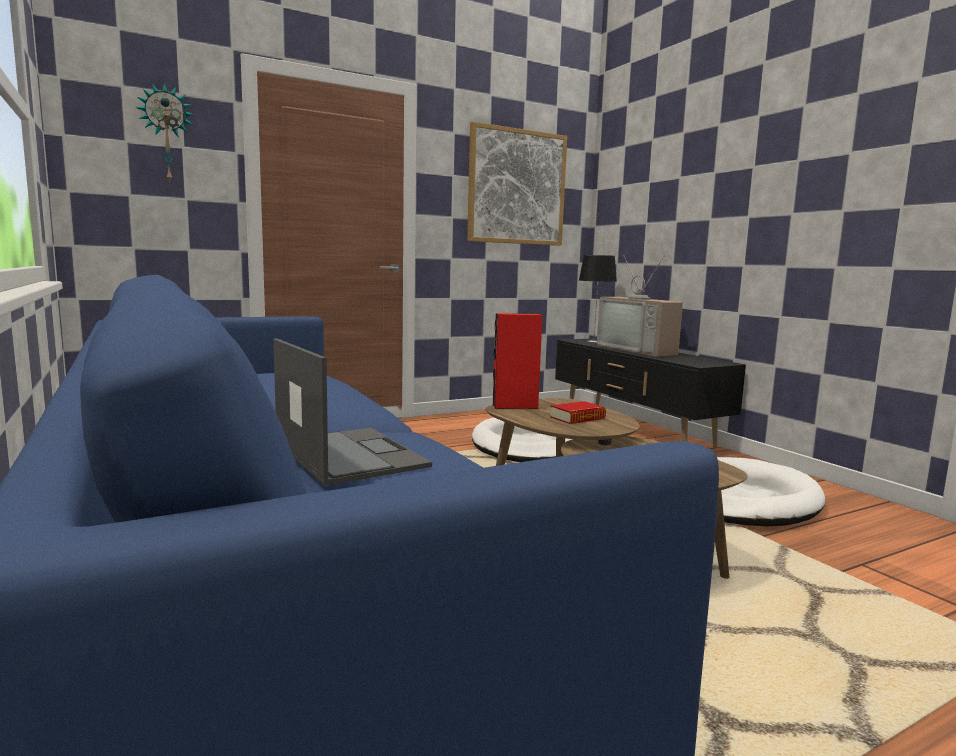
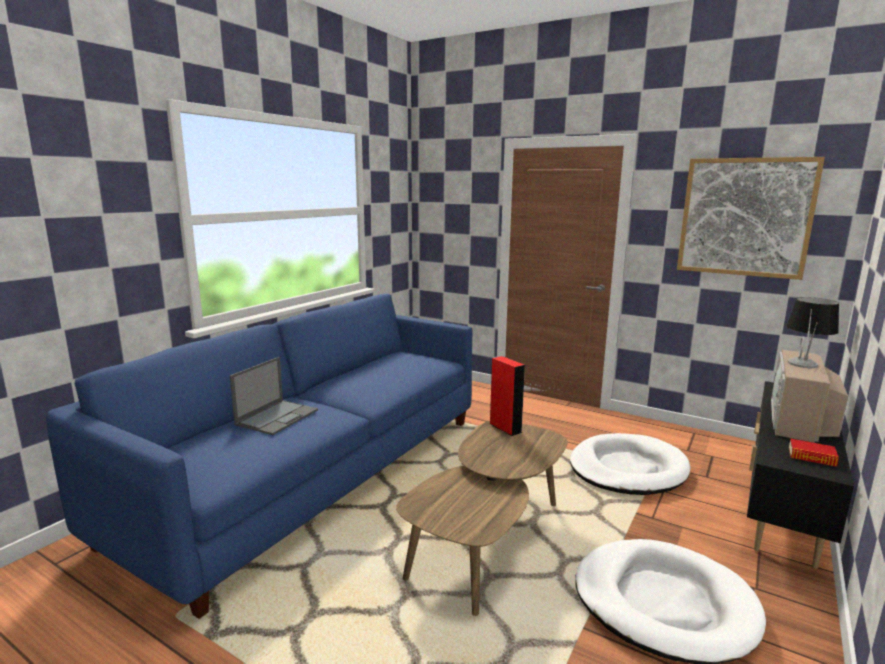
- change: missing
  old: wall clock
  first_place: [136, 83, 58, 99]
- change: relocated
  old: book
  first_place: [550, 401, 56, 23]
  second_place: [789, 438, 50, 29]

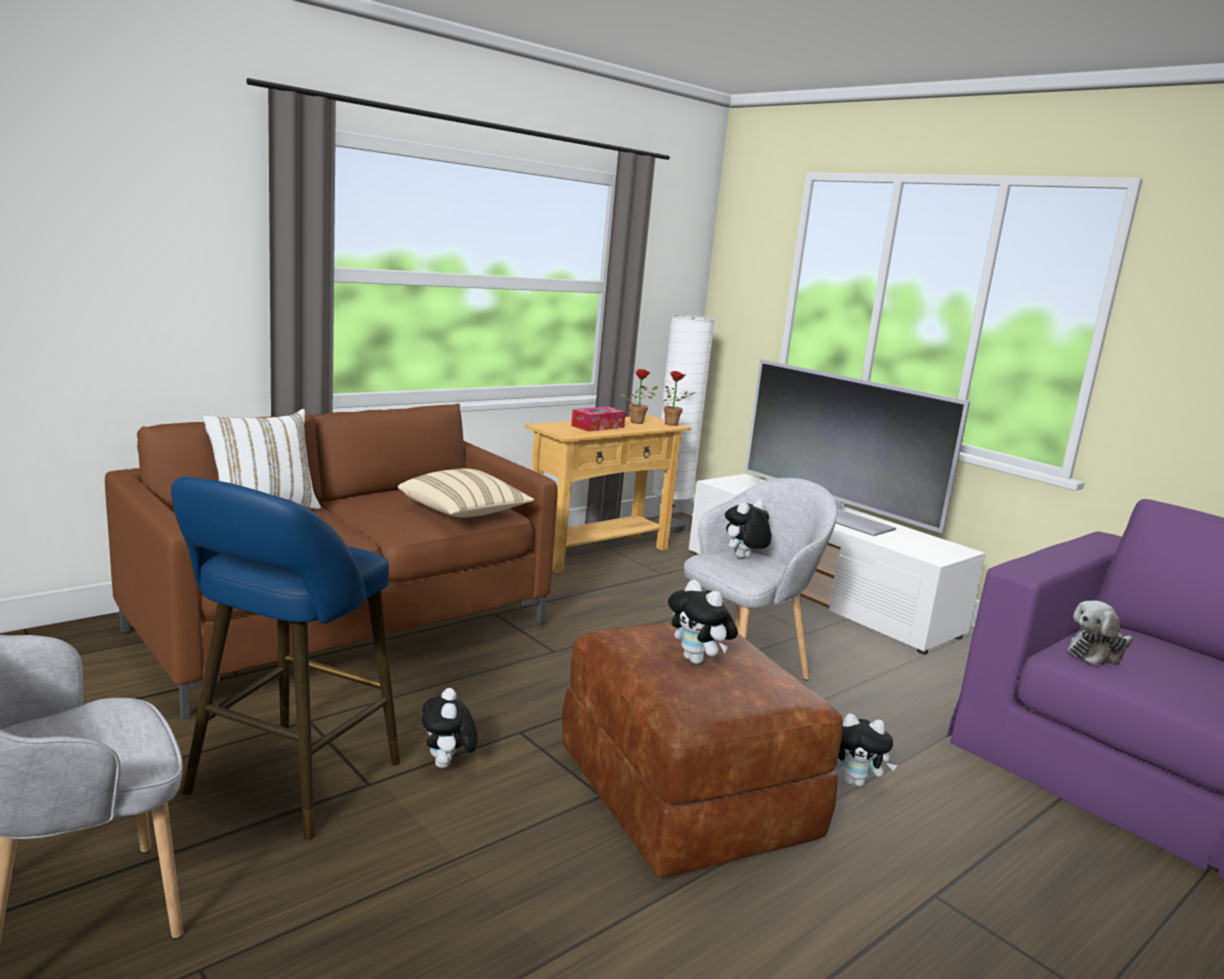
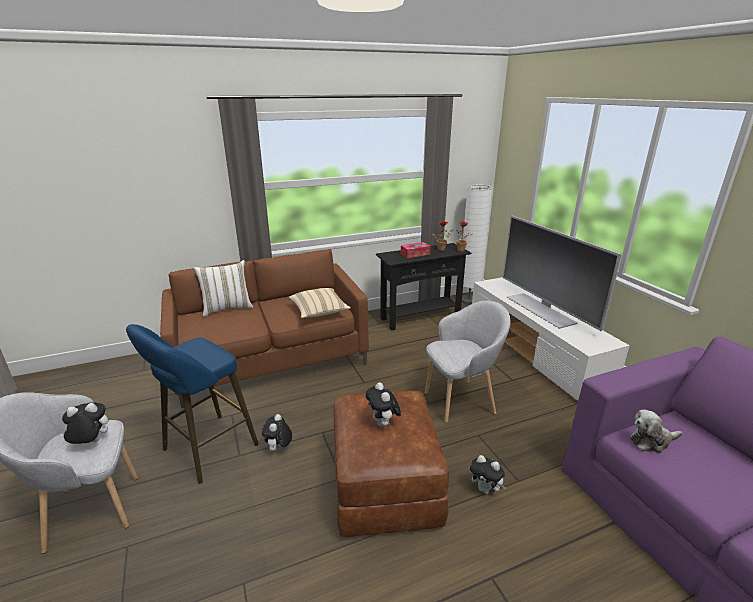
- change: relocated
  old: plush toy
  first_place: [724, 500, 48, 58]
  second_place: [61, 402, 47, 42]
- change: colour
  old: beige console table
  new: black console table
  first_place: [524, 415, 167, 158]
  second_place: [376, 243, 95, 88]

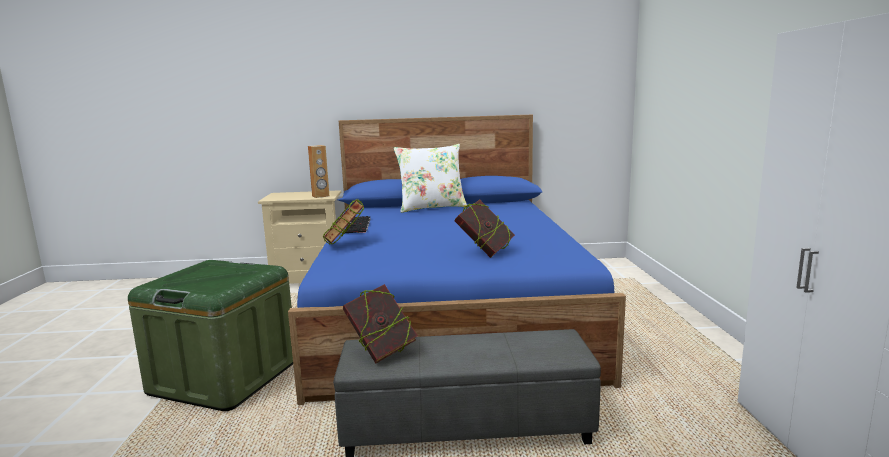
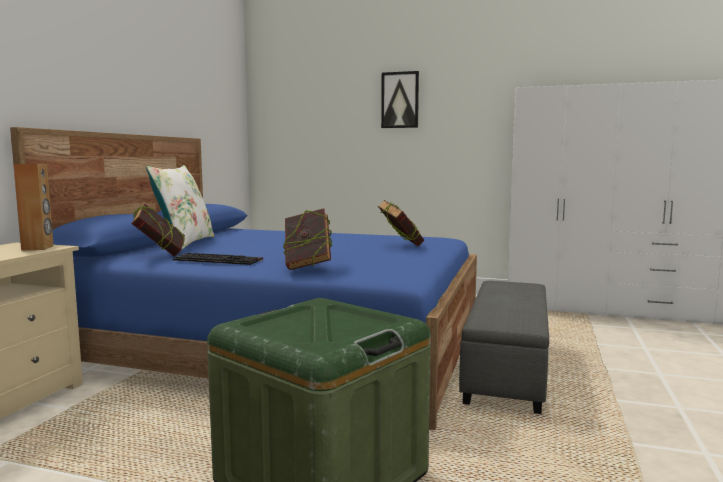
- change: appeared
  new: picture
  second_place: [381, 71, 38, 57]
- change: relocated
  old: book
  first_place: [343, 284, 75, 80]
  second_place: [132, 203, 53, 54]

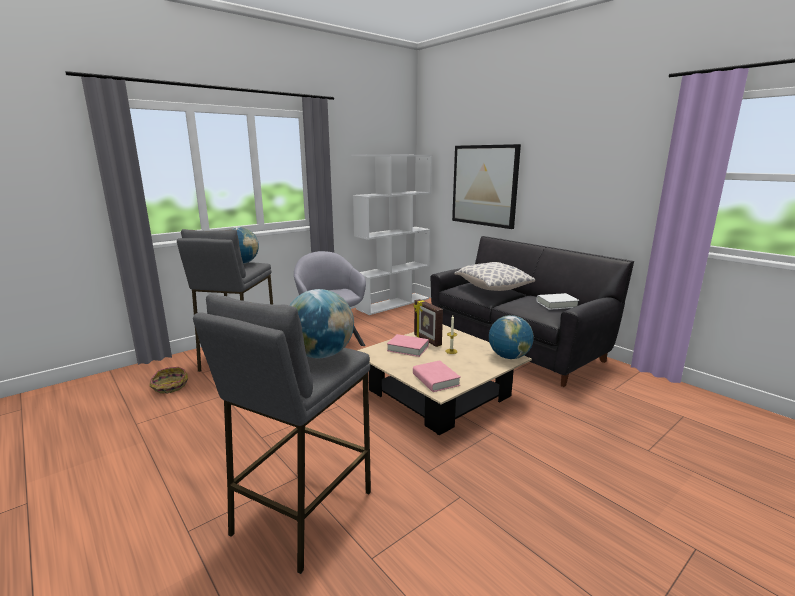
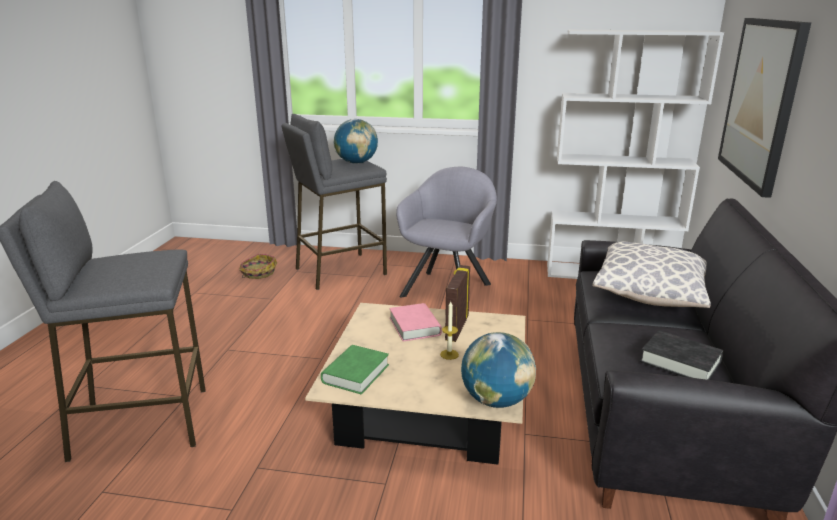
- change: missing
  old: globe
  first_place: [289, 289, 65, 69]
- change: colour
  old: pink book
  new: green book
  first_place: [413, 360, 48, 32]
  second_place: [321, 345, 68, 49]
- change: colour
  old: white book
  new: black book
  first_place: [537, 293, 42, 17]
  second_place: [640, 330, 84, 50]

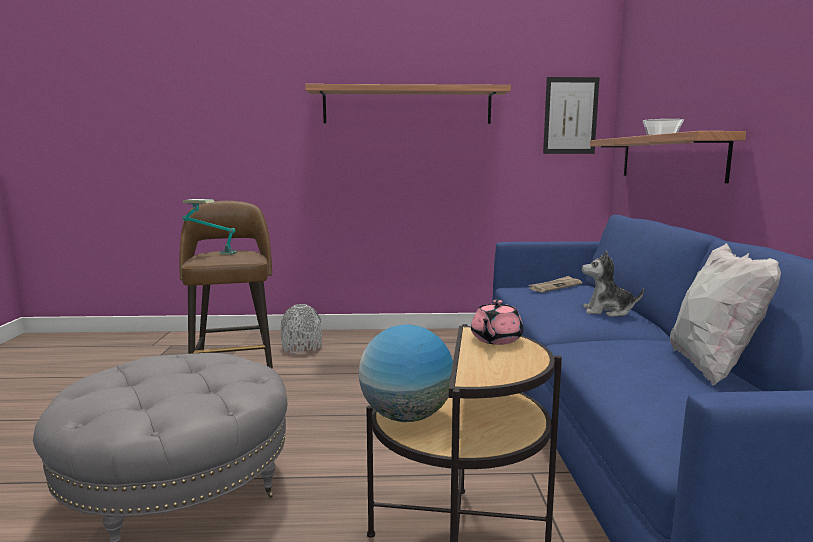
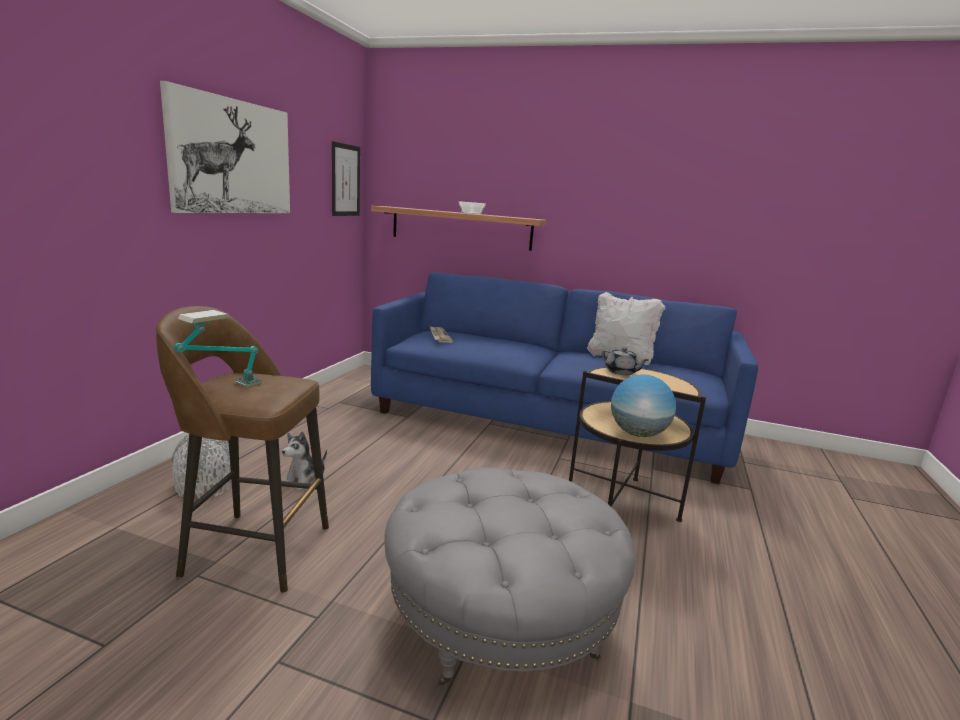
- change: relocated
  old: plush toy
  first_place: [582, 251, 62, 66]
  second_place: [282, 431, 45, 60]
- change: exchanged
  old: shelf
  new: picture
  first_place: [305, 84, 206, 40]
  second_place: [160, 81, 130, 132]
- change: colour
  old: pink teapot
  new: grey teapot
  first_place: [471, 300, 52, 45]
  second_place: [602, 347, 46, 28]

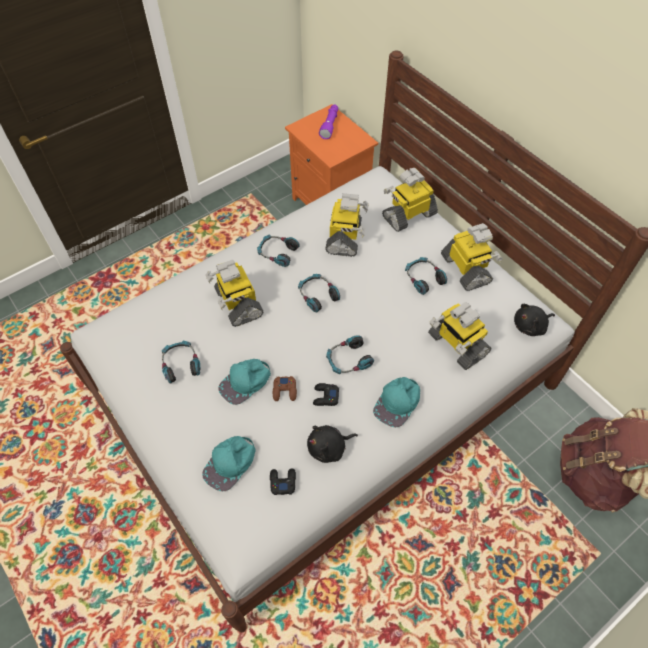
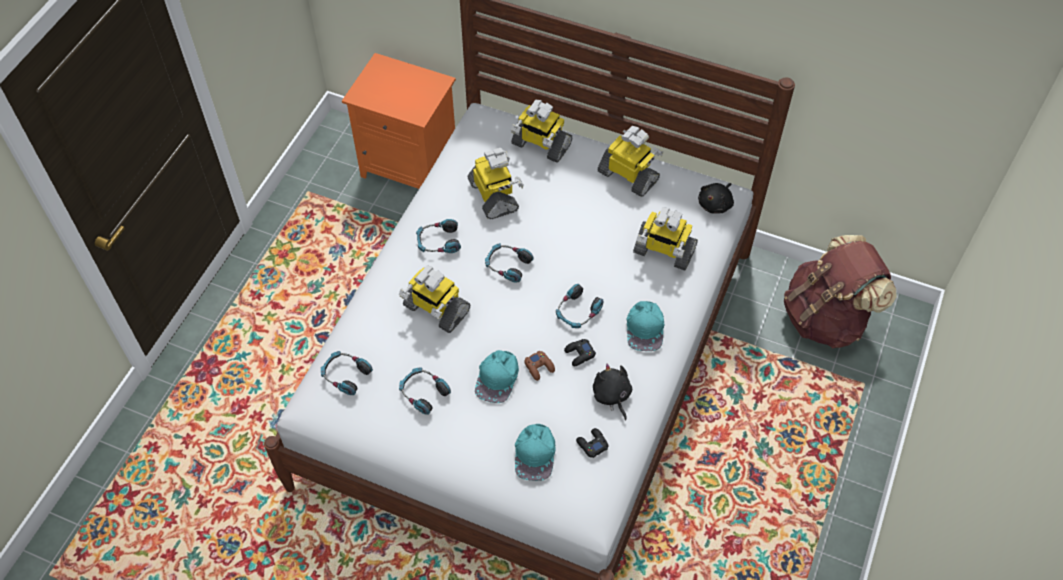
- change: missing
  old: purple flashlight
  first_place: [319, 105, 19, 34]
- change: relocated
  old: headphones
  first_place: [405, 257, 42, 38]
  second_place: [321, 351, 52, 44]
- change: spun
  old: black plush toy
  first_place: [307, 425, 51, 38]
  second_place: [593, 363, 39, 58]
  degrees: 120
- change: spun
  old: toy robot
  first_place: [382, 168, 56, 64]
  second_place: [511, 100, 61, 63]
  degrees: -90

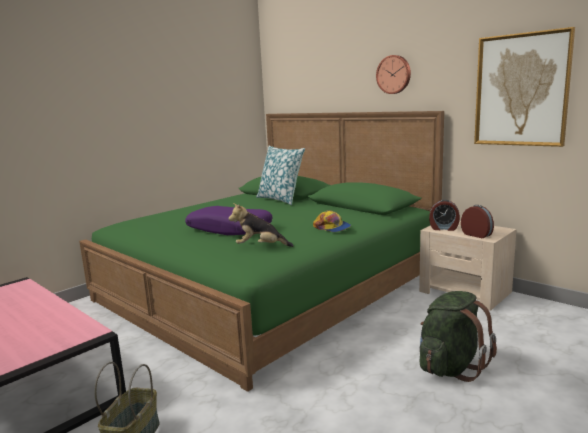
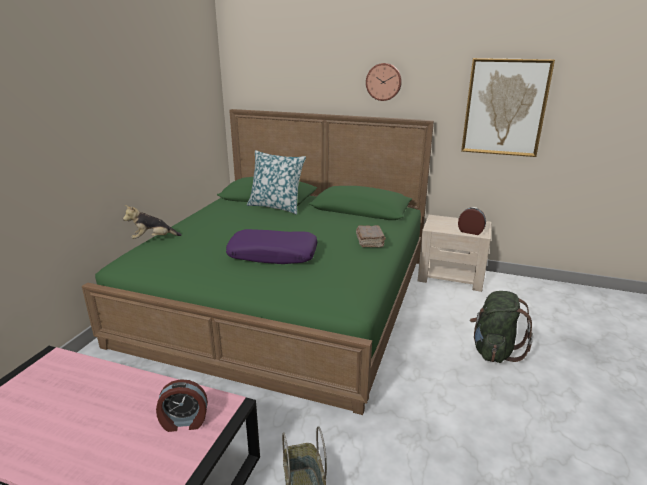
- change: relocated
  old: plush toy
  first_place: [229, 203, 65, 44]
  second_place: [123, 205, 59, 34]
- change: relocated
  old: alarm clock
  first_place: [429, 200, 31, 31]
  second_place: [156, 379, 52, 53]
- change: exchanged
  old: cap
  new: brown book
  first_place: [313, 210, 38, 22]
  second_place: [356, 225, 30, 23]

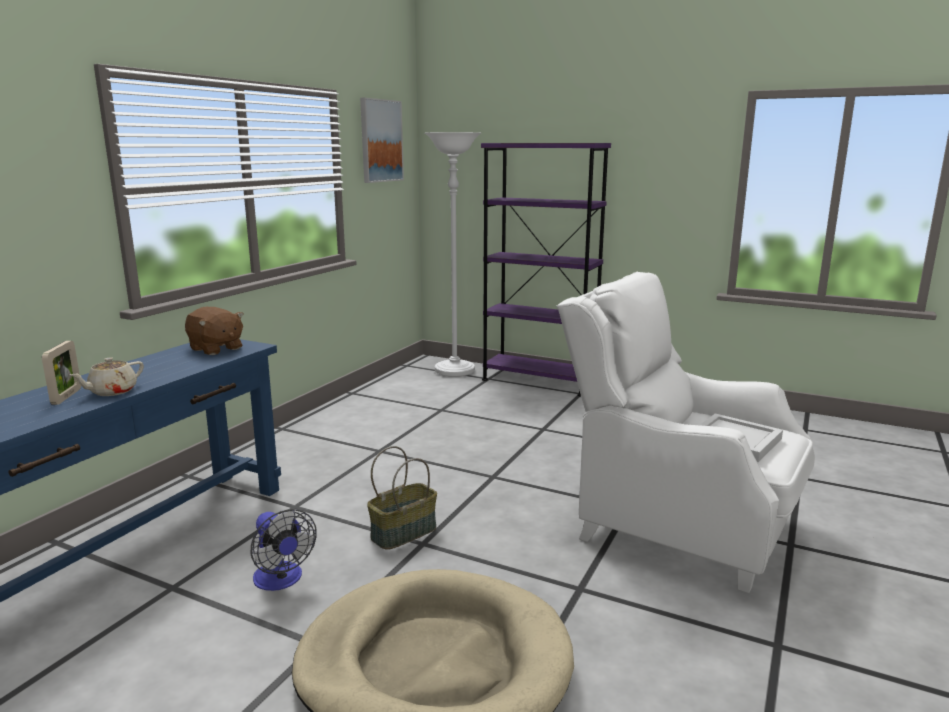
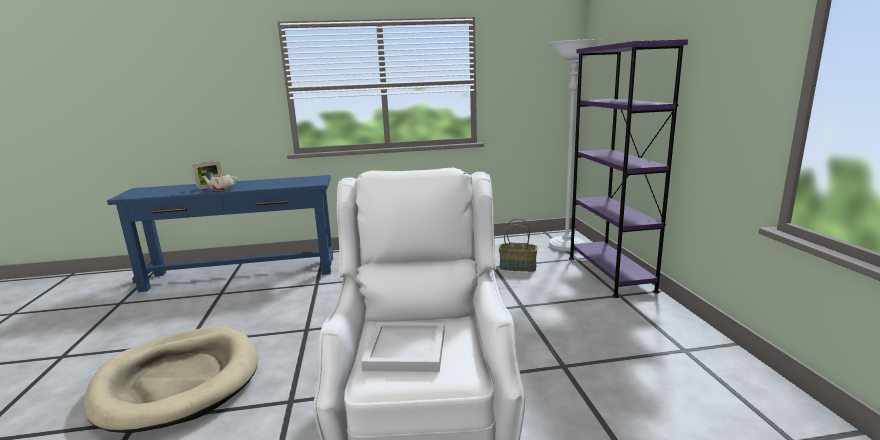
- change: missing
  old: brown plush toy
  first_place: [185, 307, 58, 48]
- change: missing
  old: fan
  first_place: [251, 509, 66, 82]
- change: missing
  old: picture
  first_place: [360, 98, 44, 85]
- change: relocated
  old: basket
  first_place: [367, 446, 70, 104]
  second_place: [499, 218, 39, 54]

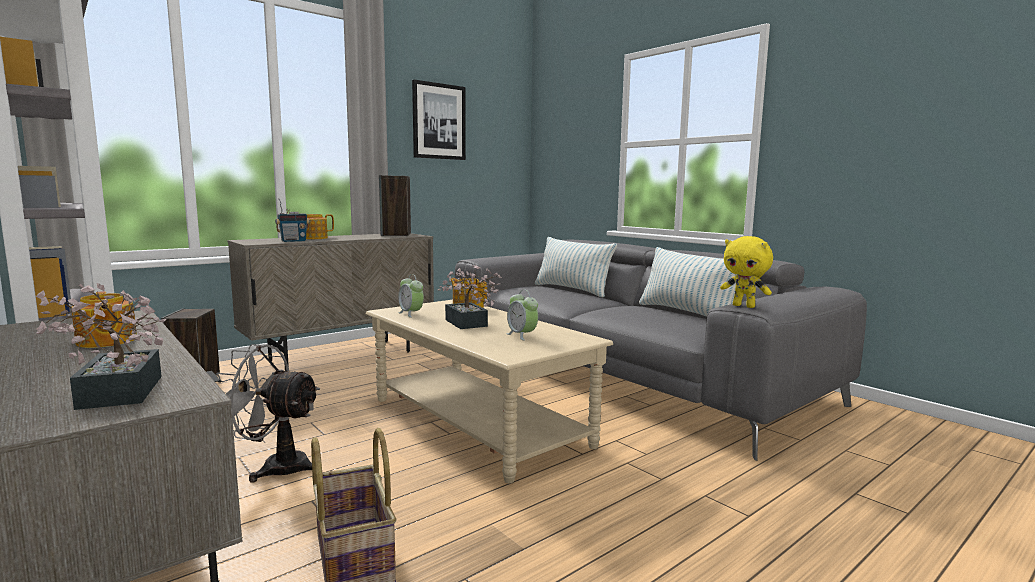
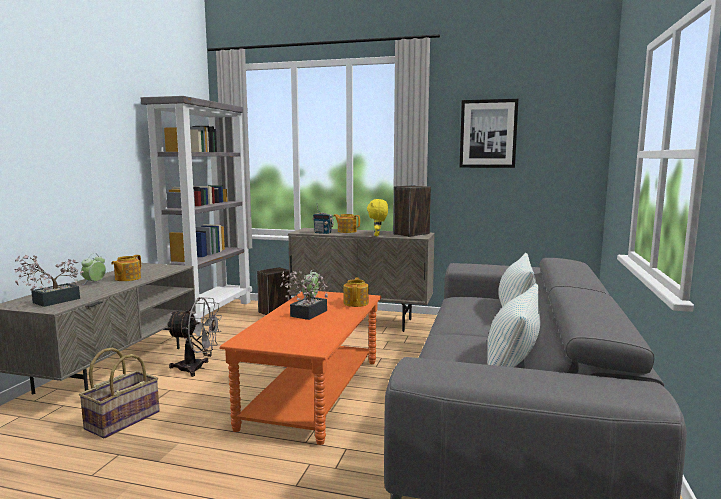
- change: relocated
  old: alarm clock
  first_place: [506, 290, 32, 51]
  second_place: [81, 253, 25, 32]
- change: relocated
  old: yellow plush toy
  first_place: [720, 236, 53, 72]
  second_place: [367, 199, 21, 37]
- change: colour
  old: beige coffee table
  new: orange coffee table
  first_place: [366, 300, 247, 183]
  second_place: [219, 291, 163, 154]
- change: spun
  old: grey fan
  first_place: [216, 344, 104, 139]
  second_place: [166, 297, 56, 80]
  degrees: 120

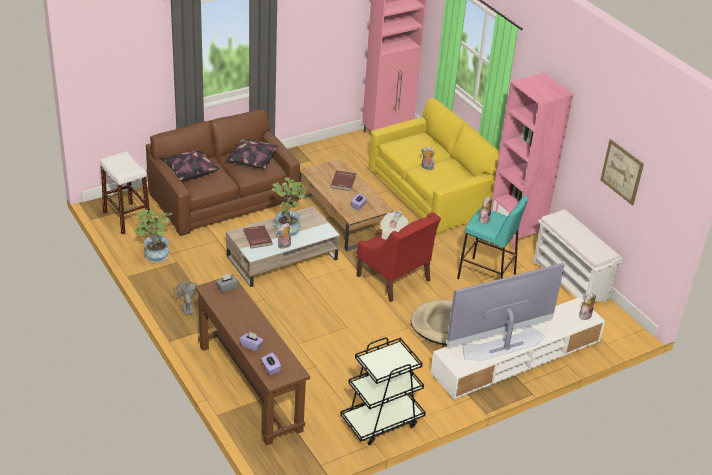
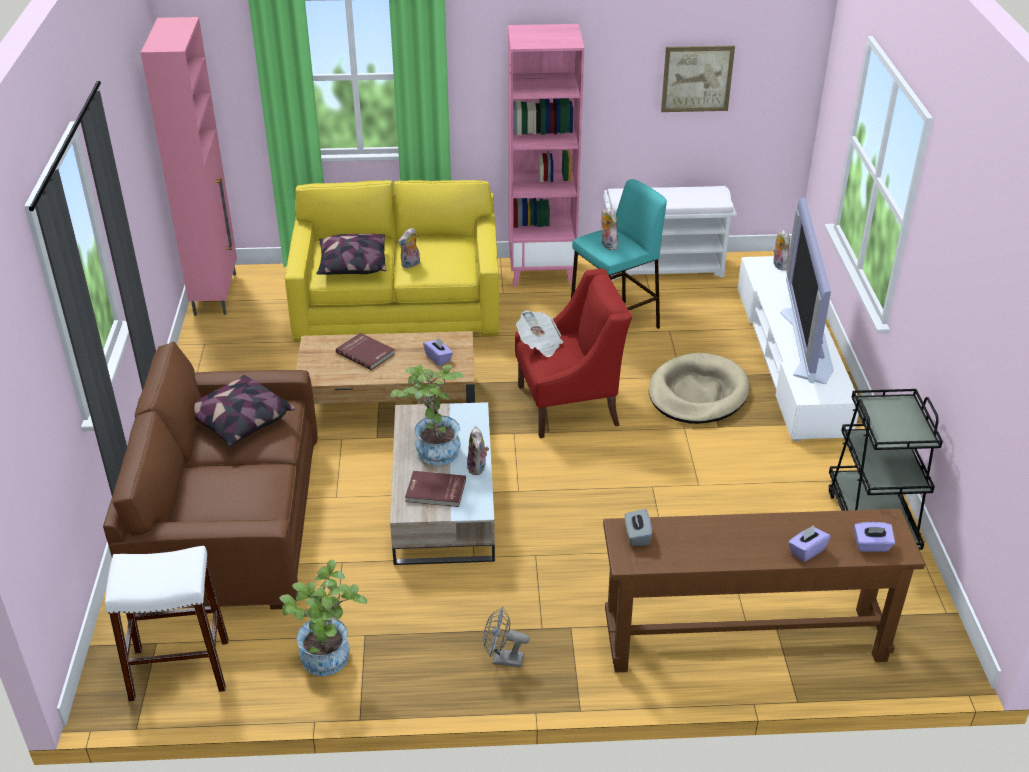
- change: relocated
  old: pillow
  first_place: [162, 150, 57, 31]
  second_place: [316, 234, 70, 41]

